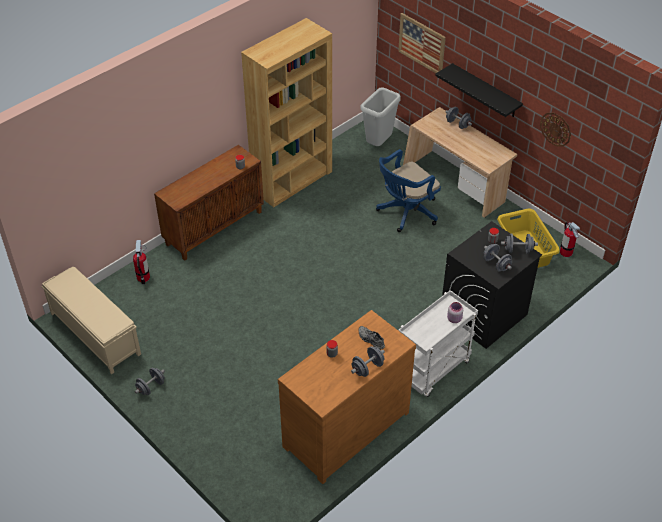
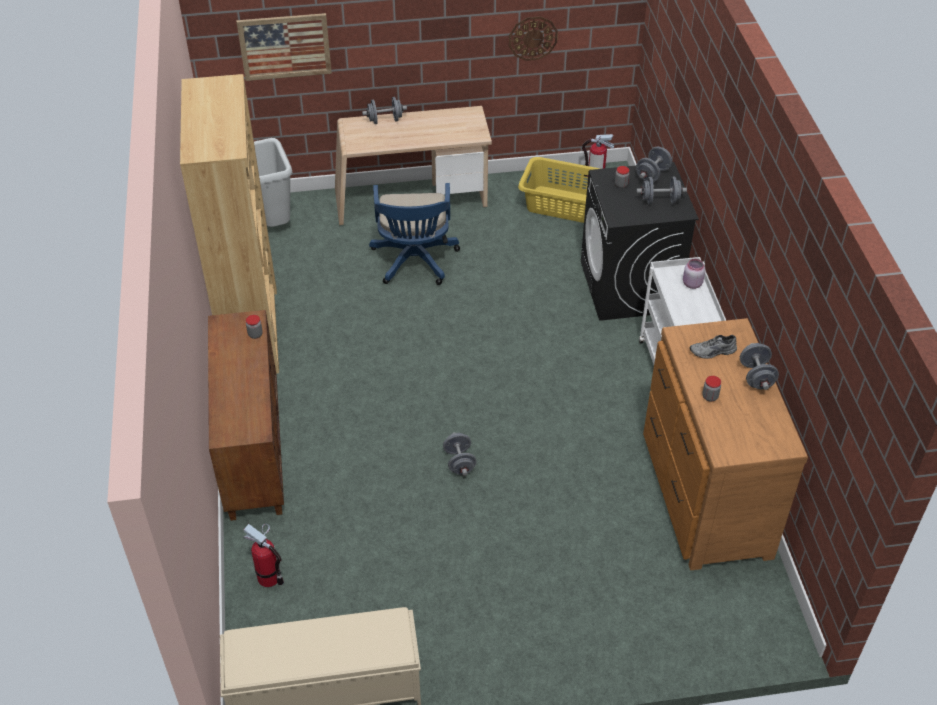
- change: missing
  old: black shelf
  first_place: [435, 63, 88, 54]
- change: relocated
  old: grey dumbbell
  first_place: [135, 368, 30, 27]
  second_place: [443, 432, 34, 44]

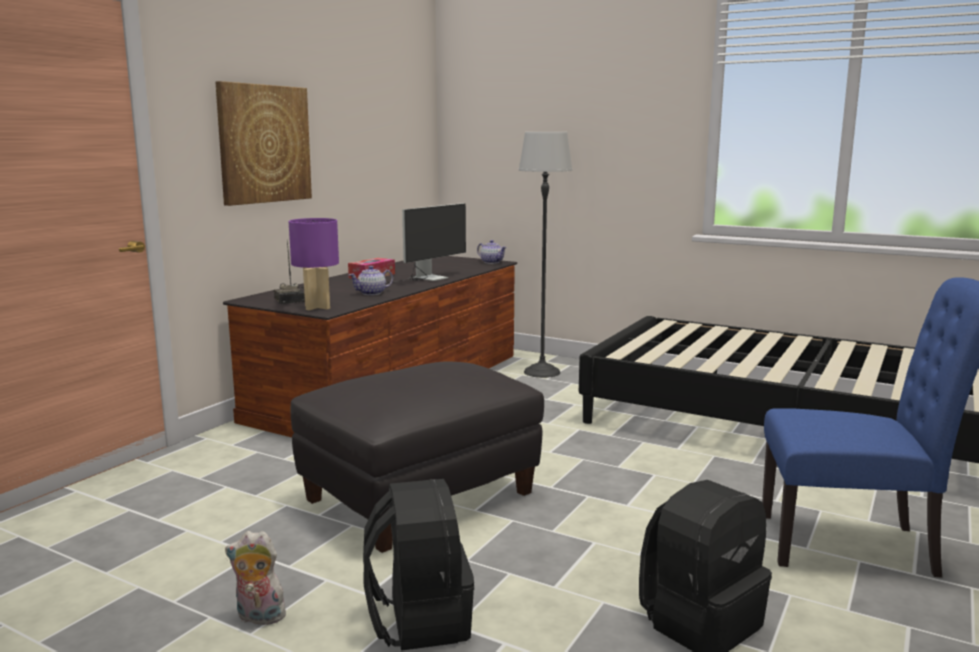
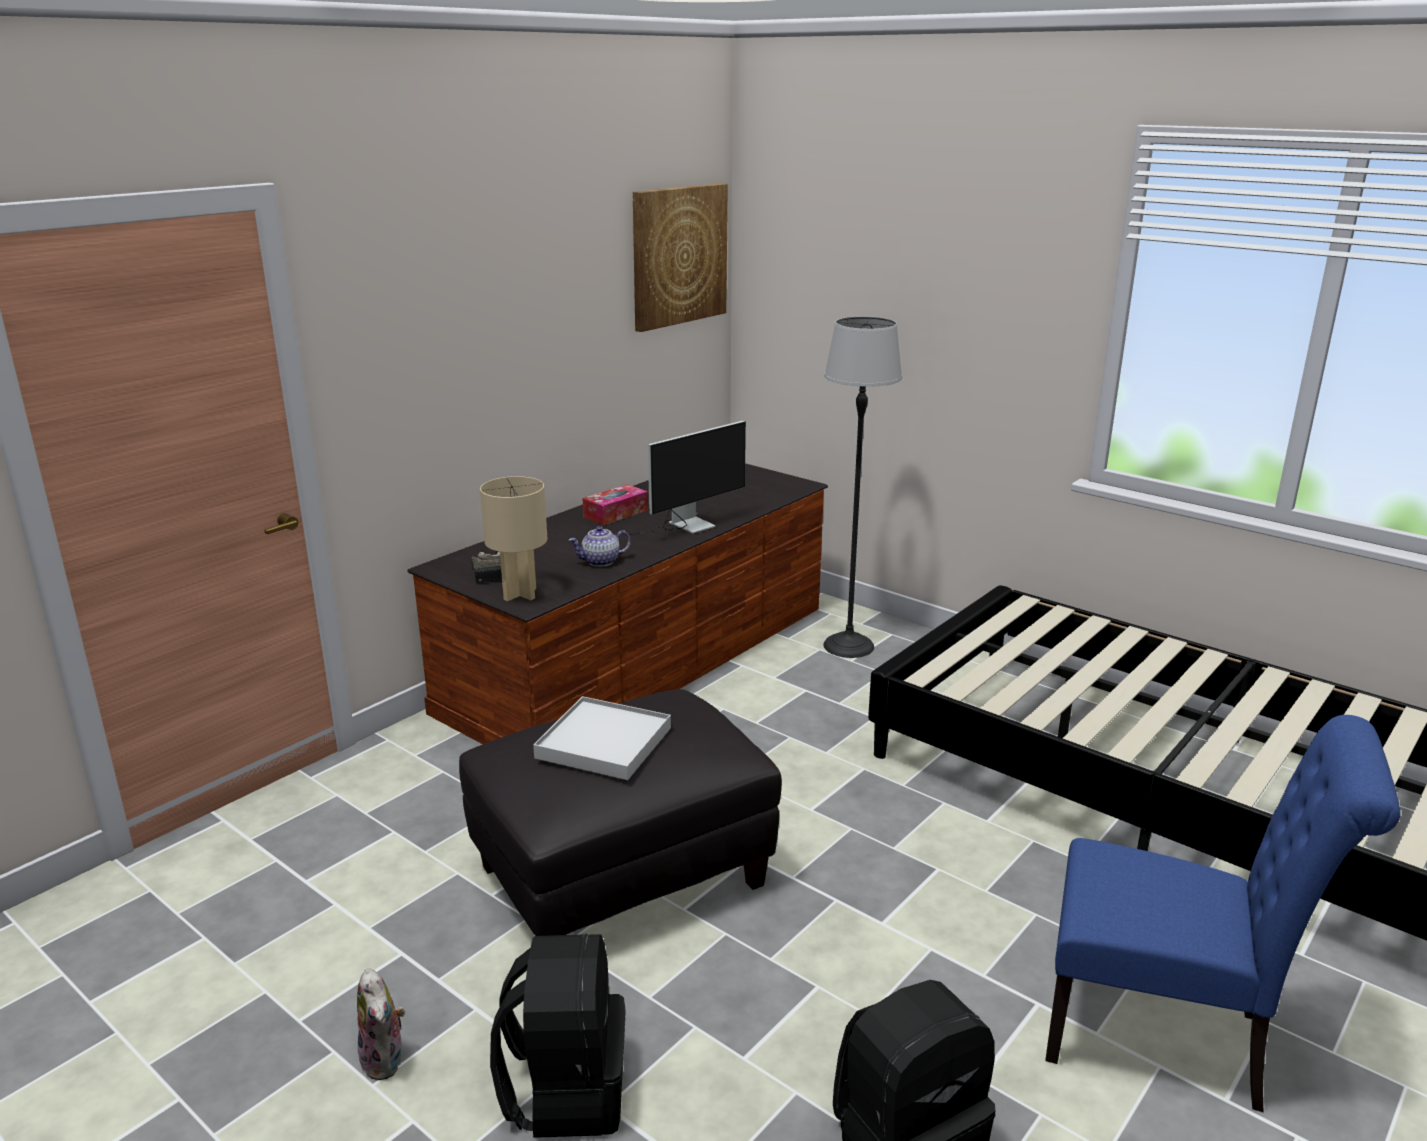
- change: missing
  old: teapot
  first_place: [477, 240, 30, 24]
- change: appeared
  new: white tray
  second_place: [533, 696, 138, 84]
- change: relocated
  old: picture
  first_place: [215, 81, 97, 125]
  second_place: [633, 183, 95, 149]
- change: colour
  old: purple table lamp
  new: beige table lamp
  first_place: [289, 218, 50, 92]
  second_place: [480, 476, 67, 125]
- change: spun
  old: plush toy
  first_place: [225, 531, 61, 94]
  second_place: [357, 968, 48, 112]
  degrees: -135

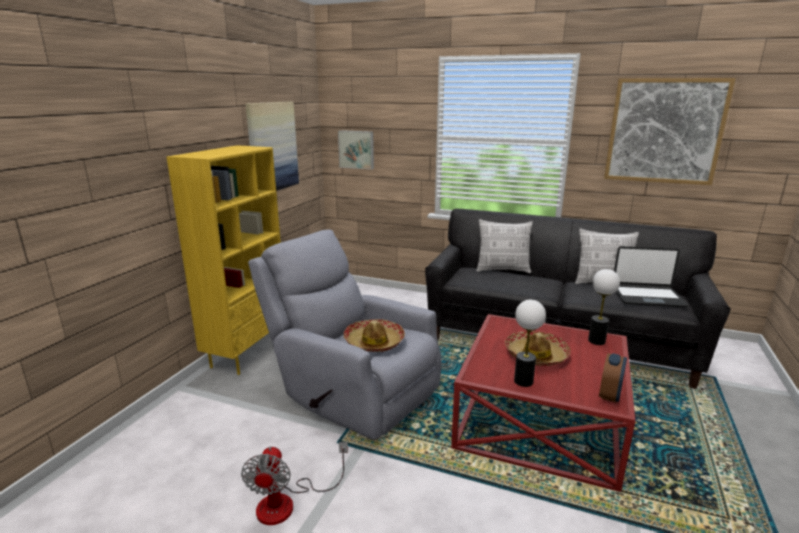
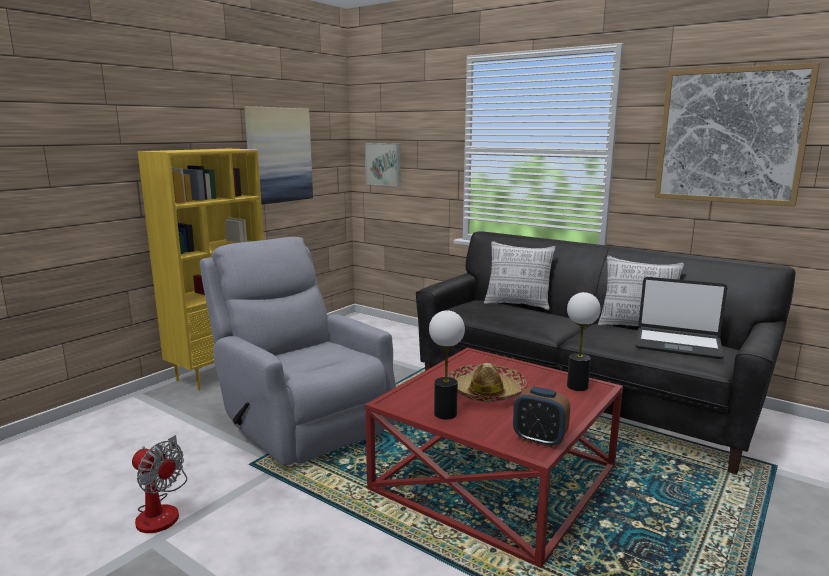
- change: missing
  old: hat
  first_place: [344, 319, 61, 33]
- change: spun
  old: fan
  first_place: [241, 442, 107, 83]
  second_place: [132, 435, 55, 98]
  degrees: -75
- change: spun
  old: alarm clock
  first_place: [599, 353, 28, 50]
  second_place: [513, 387, 57, 60]
  degrees: 75

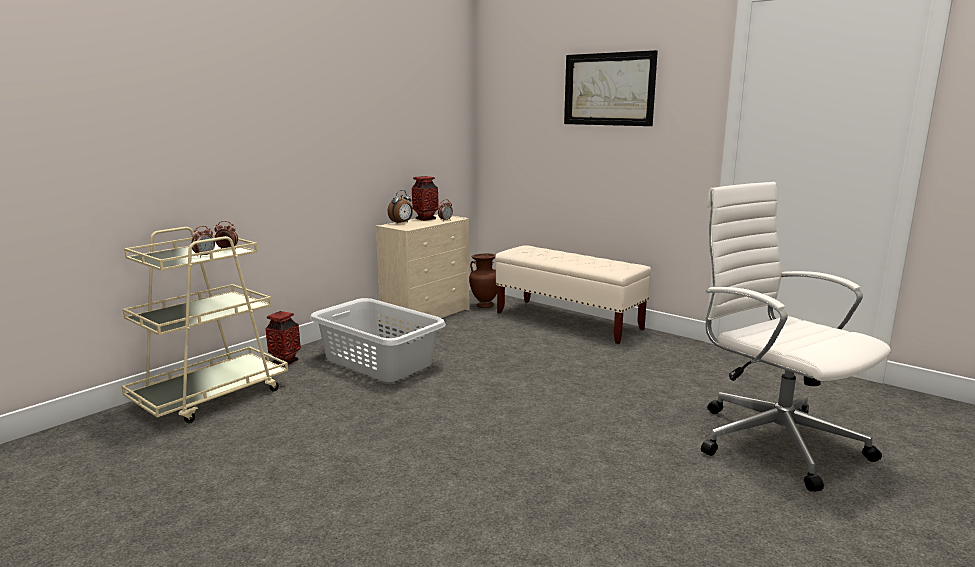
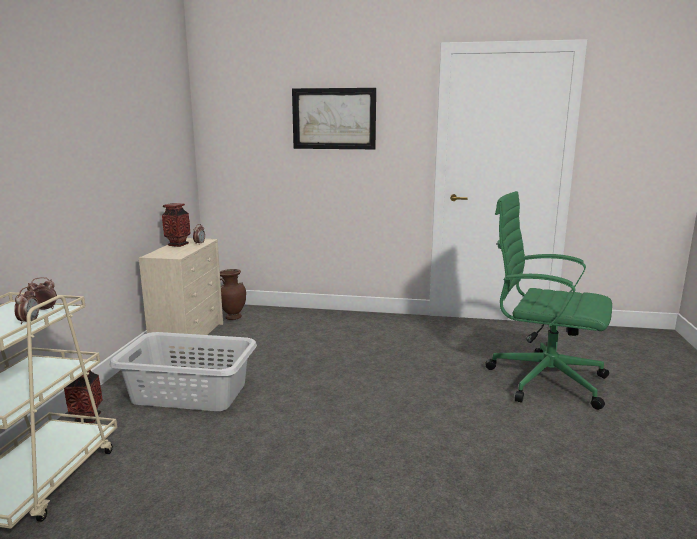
- change: missing
  old: alarm clock
  first_place: [387, 190, 26, 34]
- change: missing
  old: beige bench
  first_place: [495, 245, 156, 99]
- change: colour
  old: white office chair
  new: green office chair
  first_place: [701, 182, 190, 310]
  second_place: [485, 191, 127, 219]

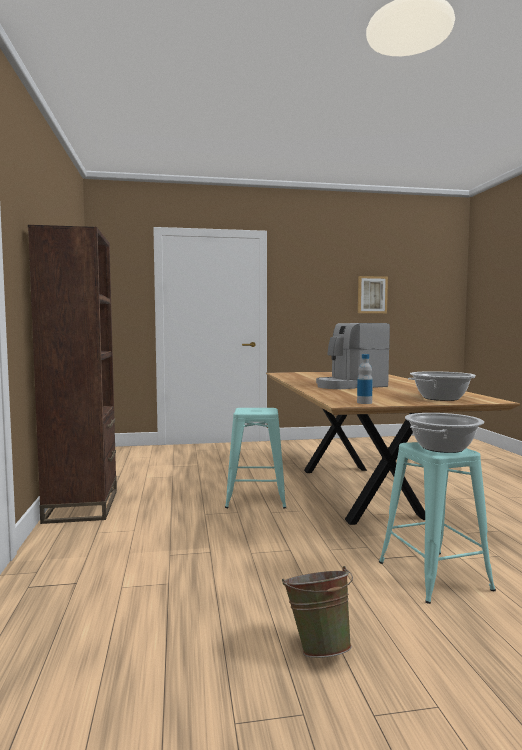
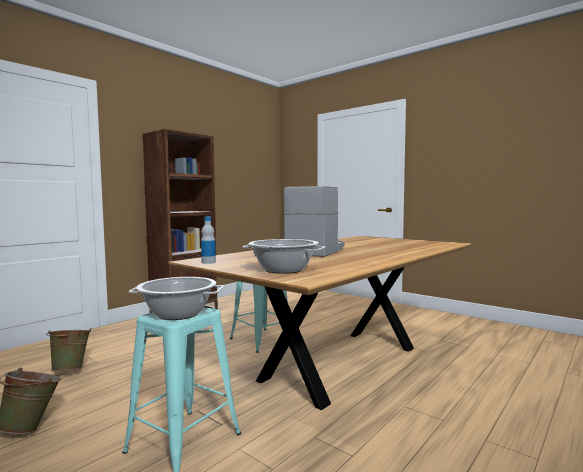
- change: missing
  old: picture
  first_place: [358, 276, 30, 37]
- change: appeared
  new: green bucket
  second_place: [46, 328, 45, 43]
- change: spun
  old: coffee machine
  first_place: [316, 323, 74, 66]
  second_place: [284, 186, 60, 71]
  degrees: 90

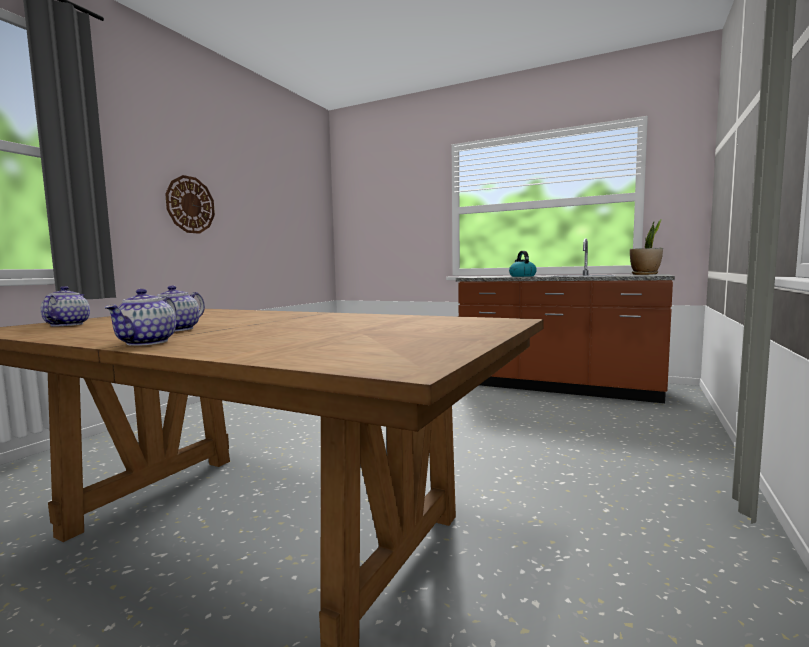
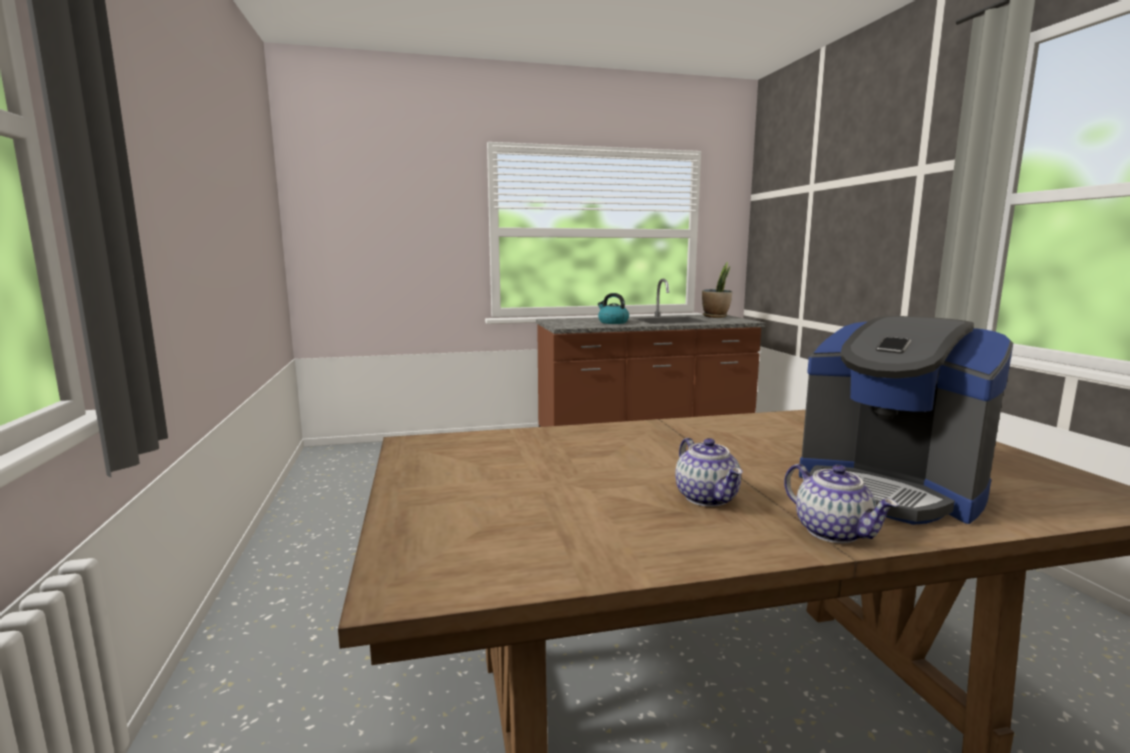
- change: missing
  old: teapot
  first_place: [41, 286, 49, 40]
- change: missing
  old: wall clock
  first_place: [165, 175, 50, 59]
- change: appeared
  new: coffee machine
  second_place: [799, 316, 214, 209]

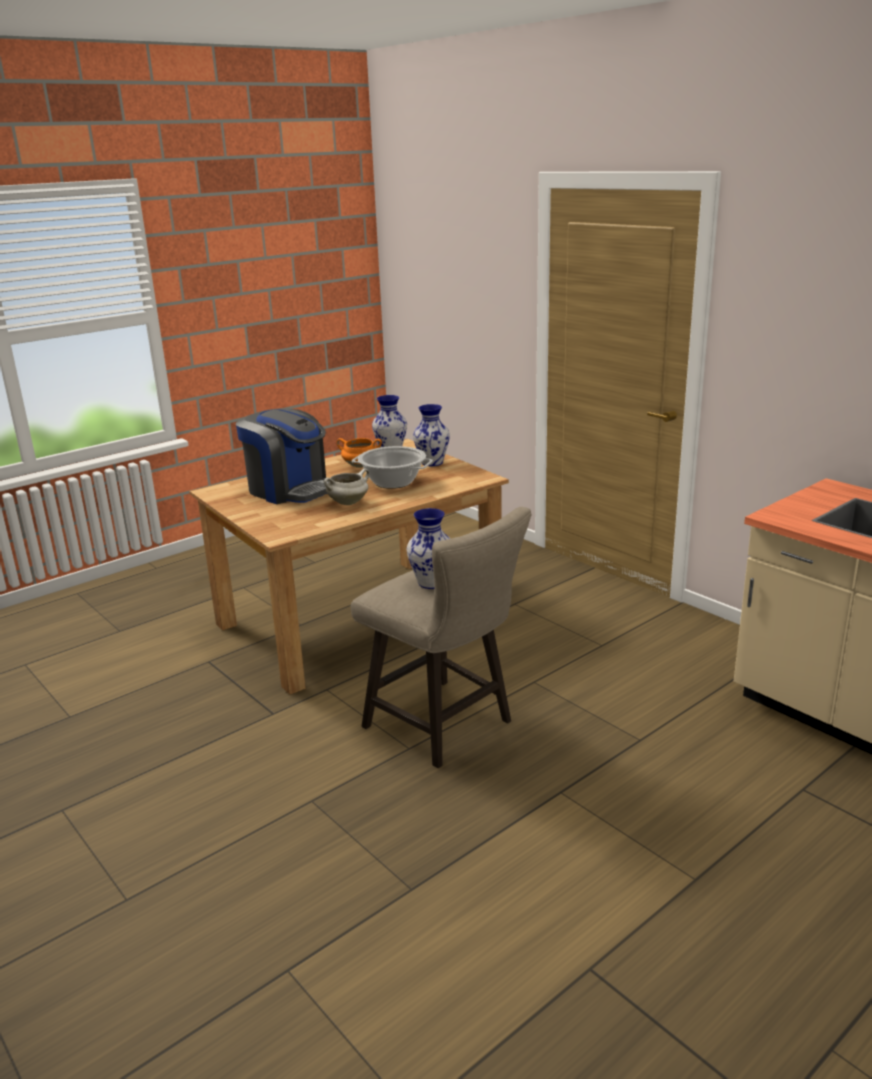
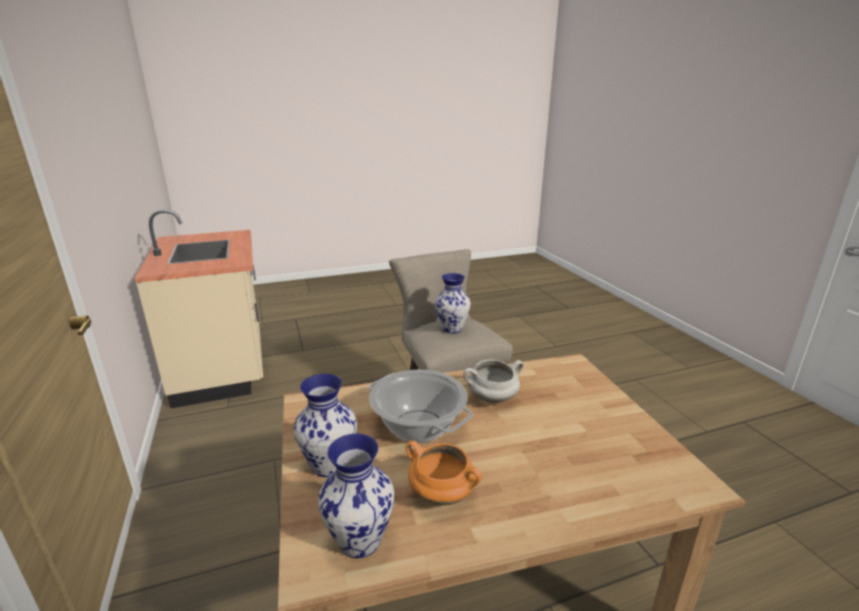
- change: missing
  old: coffee machine
  first_place: [236, 408, 93, 96]

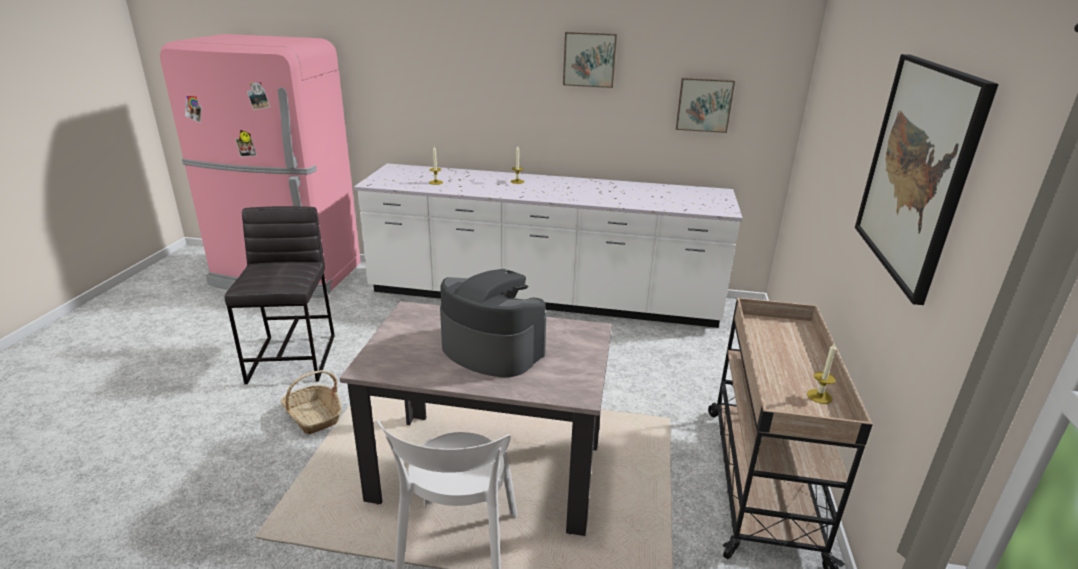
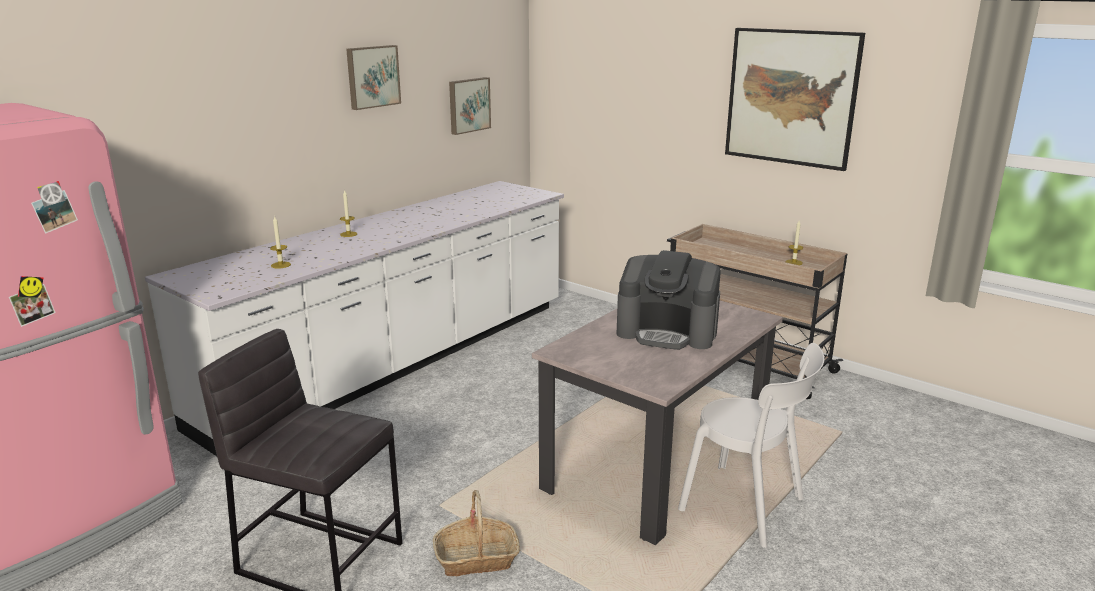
- change: spun
  old: coffee machine
  first_place: [440, 269, 106, 109]
  second_place: [616, 250, 105, 100]
  degrees: -135

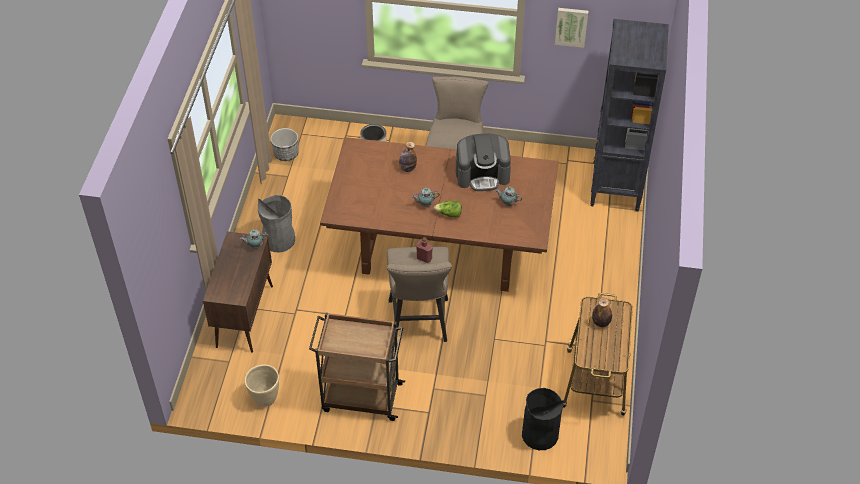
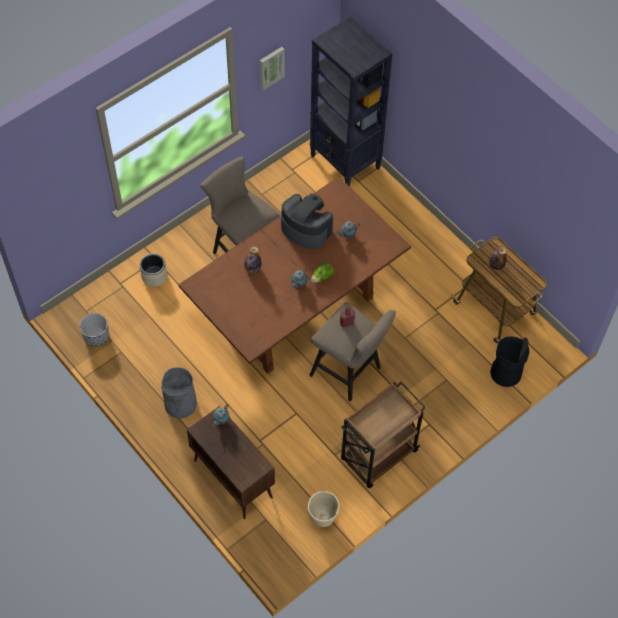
- change: spun
  old: coffee machine
  first_place: [456, 133, 55, 58]
  second_place: [281, 193, 52, 56]
  degrees: -90

